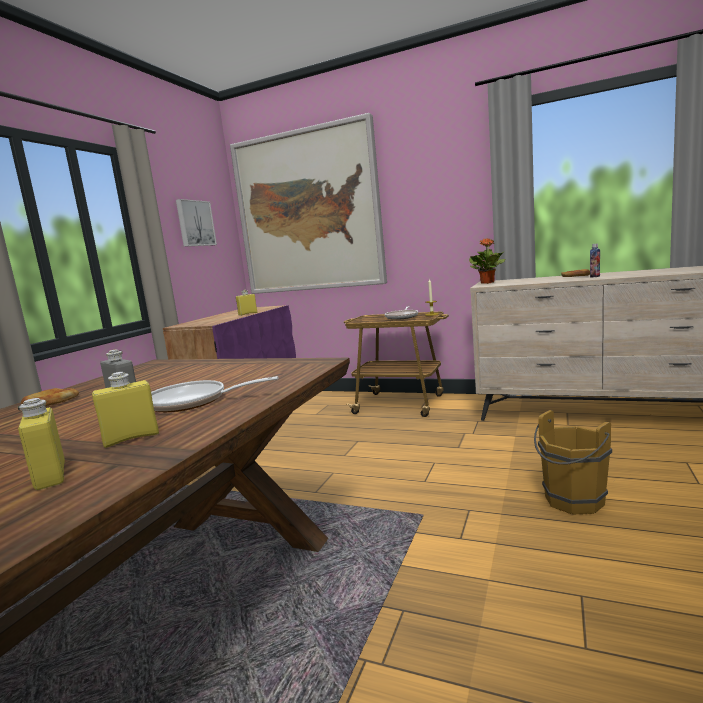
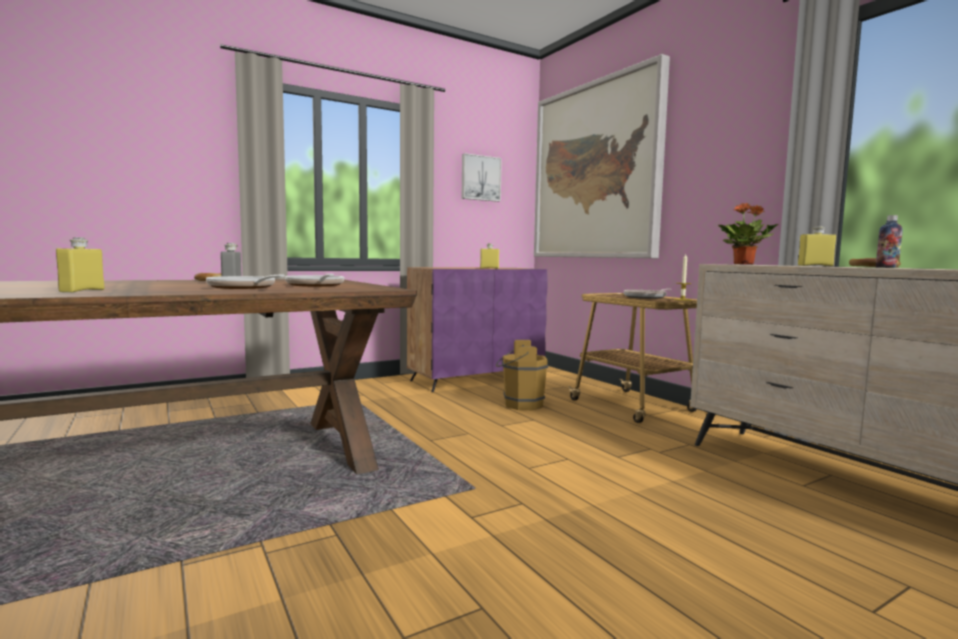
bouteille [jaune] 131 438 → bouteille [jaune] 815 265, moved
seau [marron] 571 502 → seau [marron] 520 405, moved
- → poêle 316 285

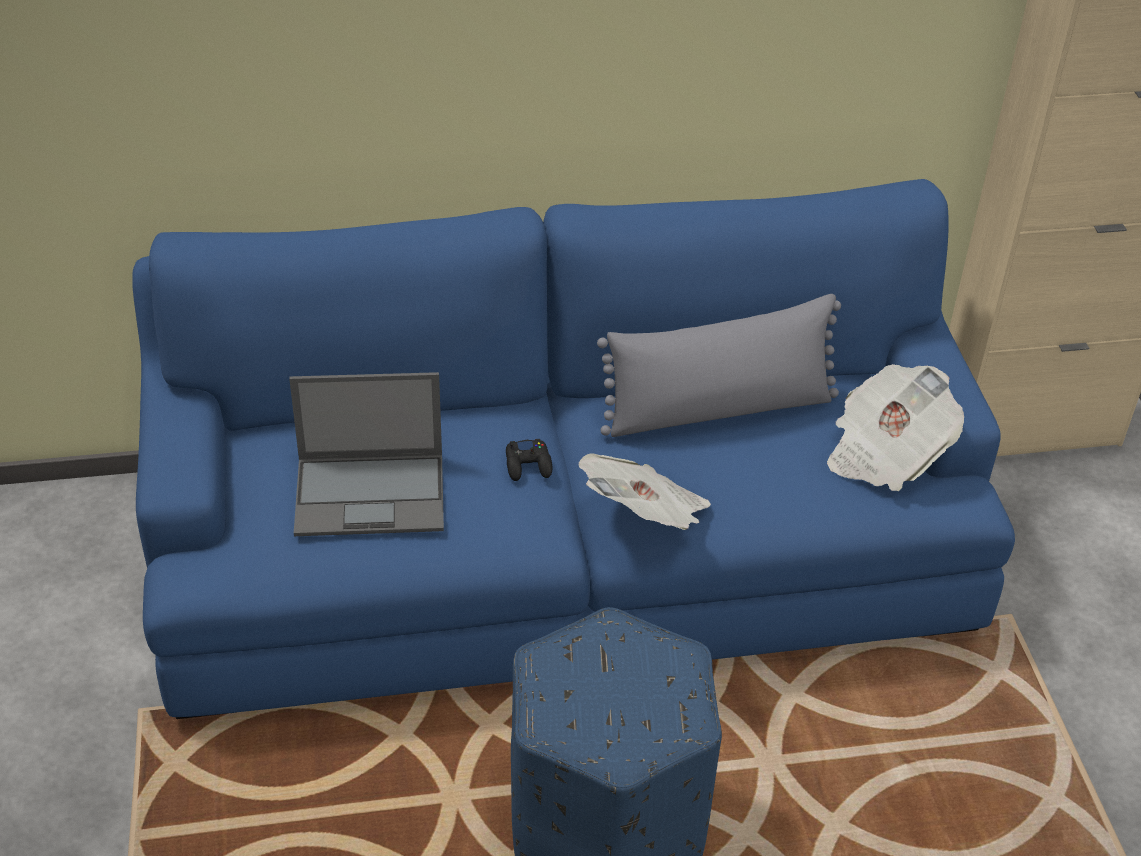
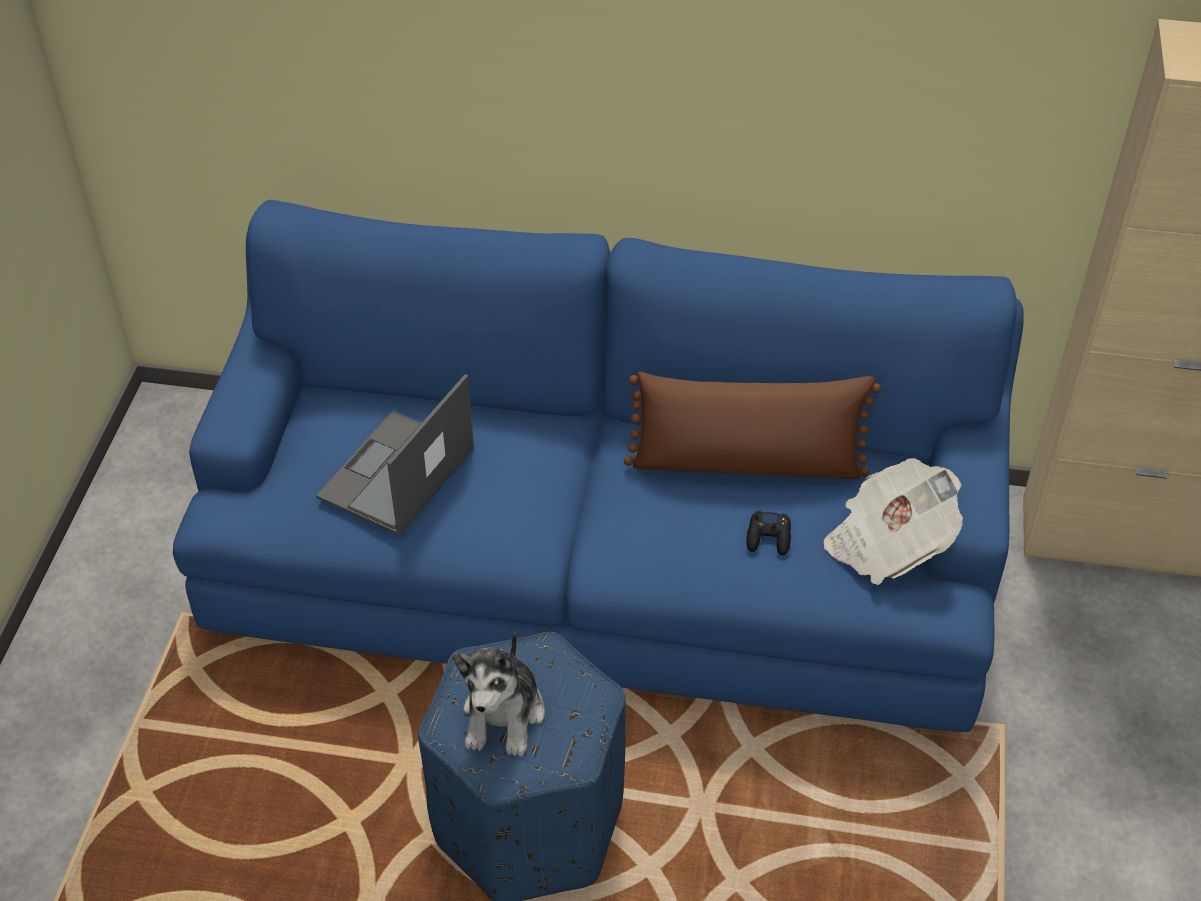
ordinateur portable 372 494 → ordinateur portable 396 475, 105 degrees clockwise
manette [noir] 528 465 → manette [noir] 769 537, moved
journal 645 516 → -
coussin [gris] 719 410 → coussin [marron] 747 463
- → peluche 504 715

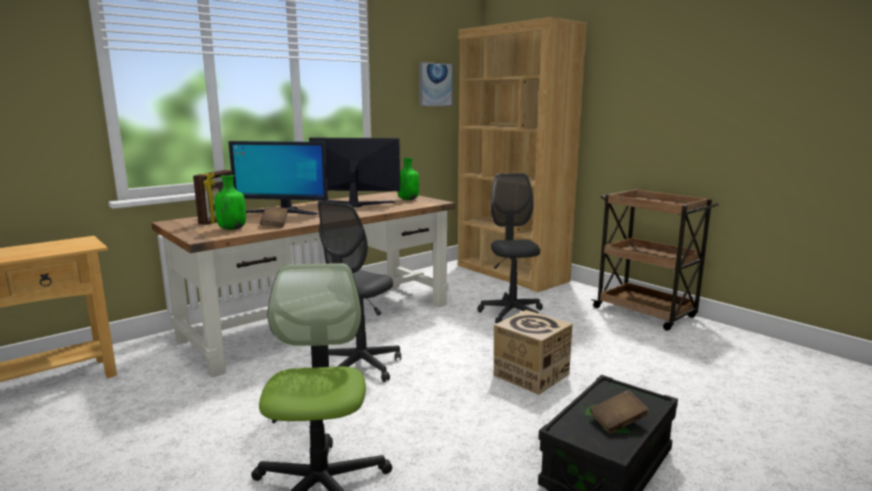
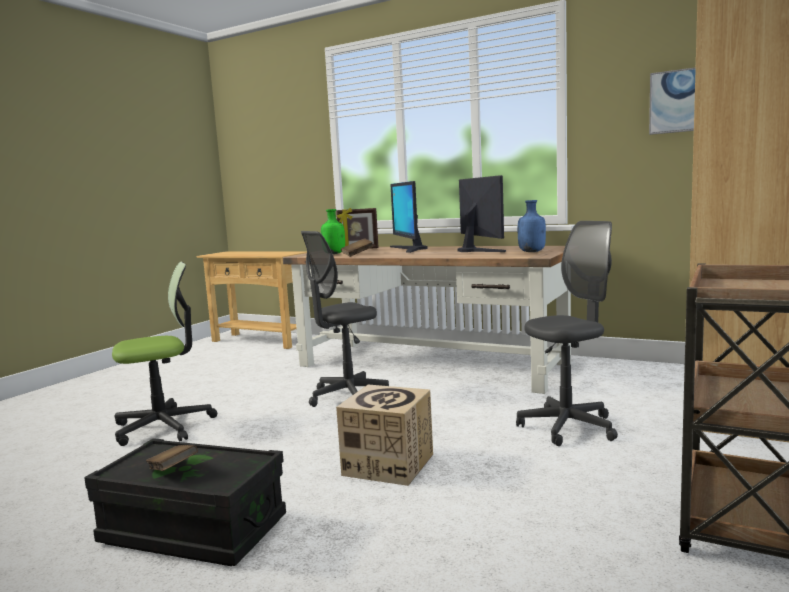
chaise de bureau [gris] 361 367 → chaise de bureau [gris] 348 396, 45 degrees counterclockwise
bouteille [vert] 408 199 → bouteille [bleu] 532 252

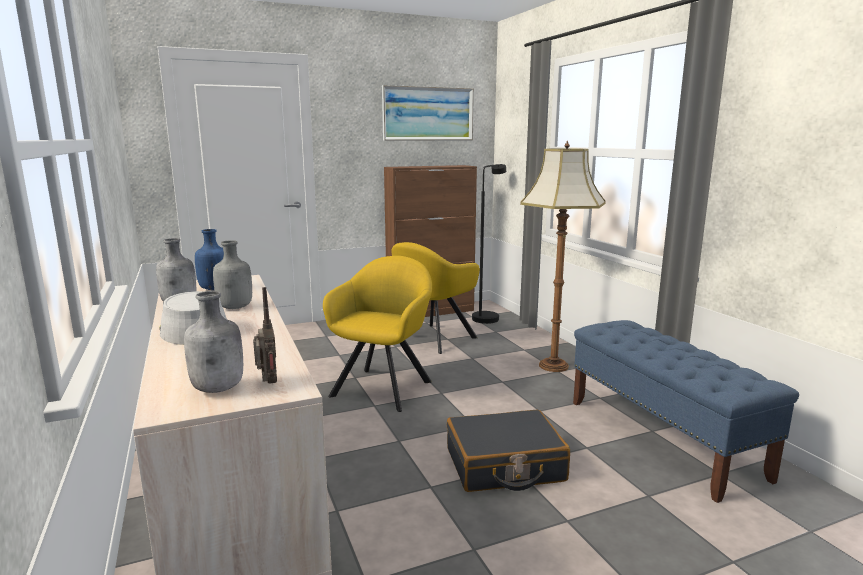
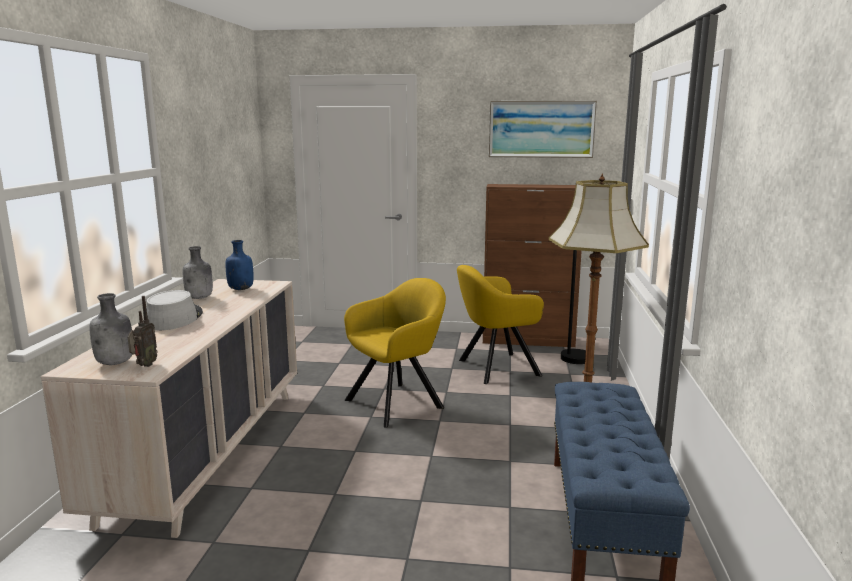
bouteille [gris] 236 307 → -
valise [noir] 504 465 → -

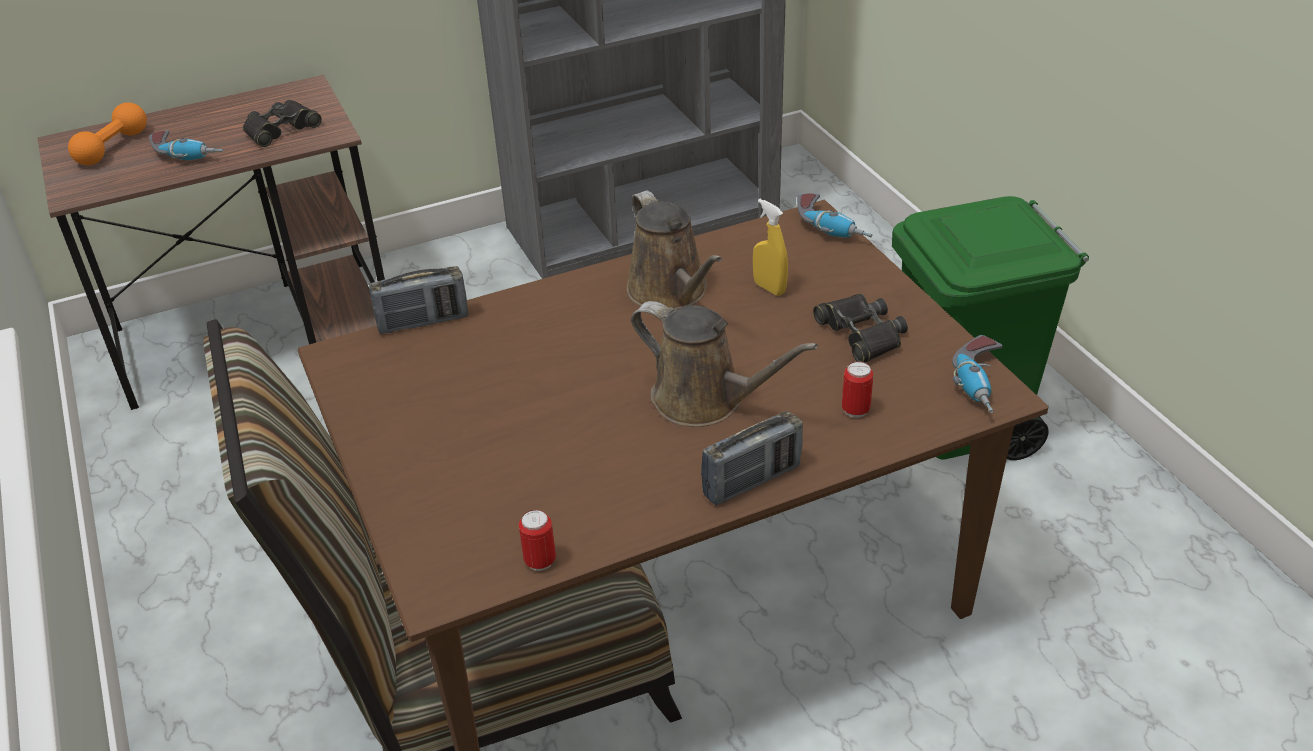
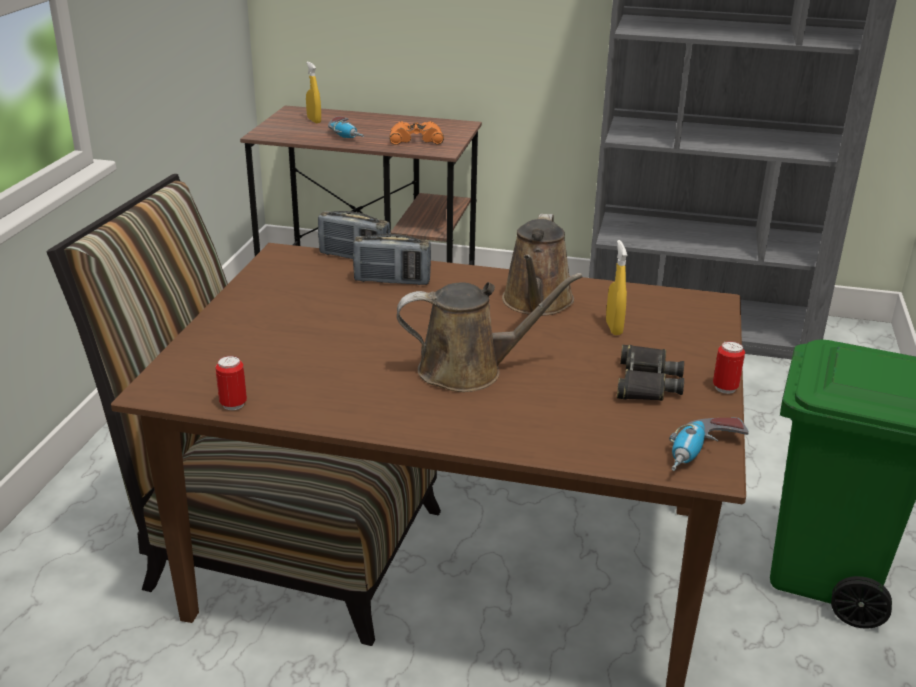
haltère [orange] 113 148 → vaporisateur [jaune] 314 120
jumelles [noir] 281 129 → jumelles [orange] 416 139
arrosoir [marron] 705 400 → arrosoir [marron] 469 370, 75 degrees counterclockwise
radio 752 481 → radio 392 281, moved
perceuse 832 227 → -
boîte métallique 855 410 → boîte métallique 725 388, moved

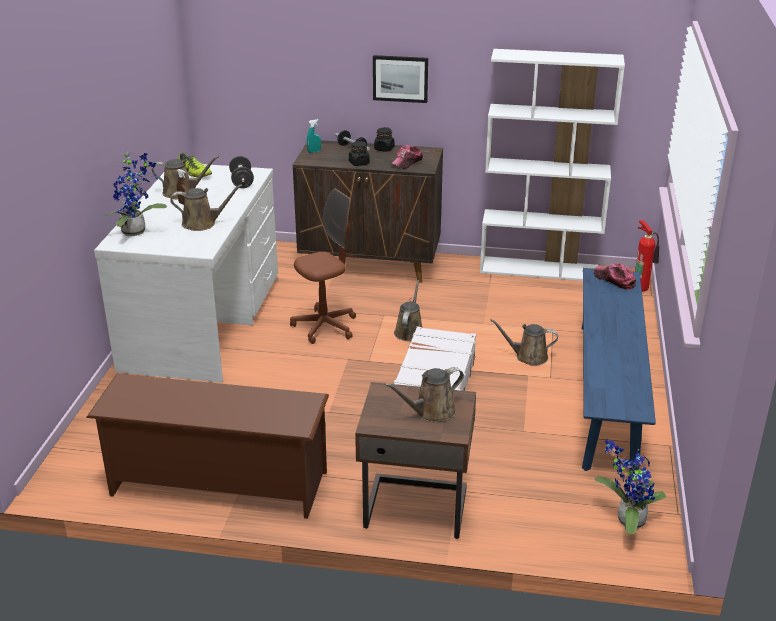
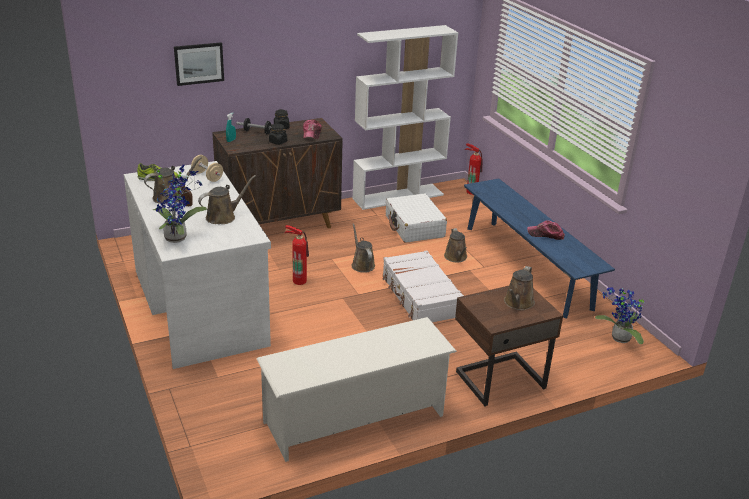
étagère à chaussures [marron] 217 484 → étagère à chaussures [blanc] 355 419
haltère [noir] 242 182 → haltère [beige] 207 176
chaise de bureau [marron] 325 327 → extincteur 299 280
tableau 400 78 → tableau 199 63, moved
arrosoir [marron] 528 357 → arrosoir [marron] 456 257, 75 degrees counterclockwise
casquette 614 280 → casquette 545 234, moved
- → valise [blanc] 414 226

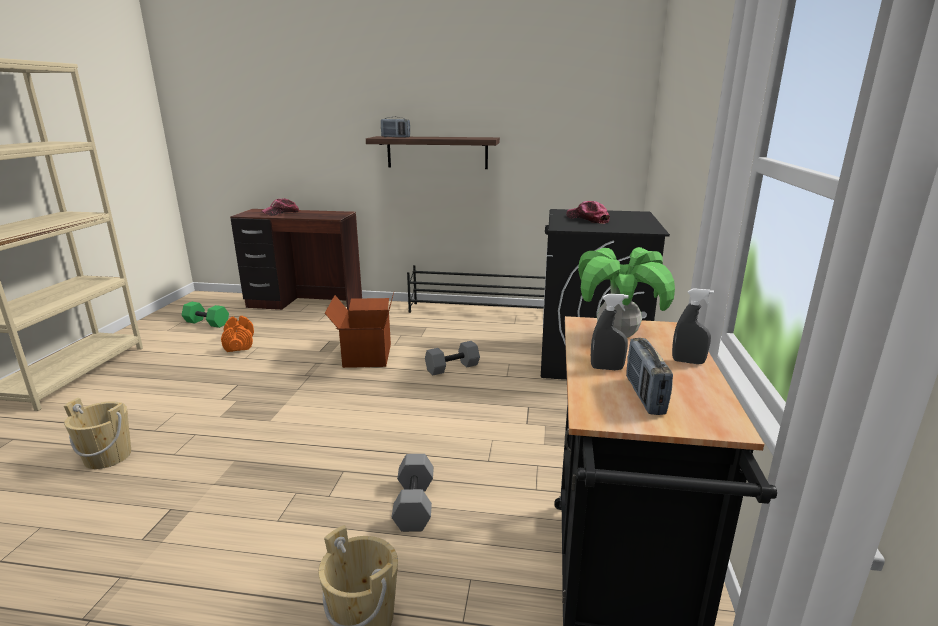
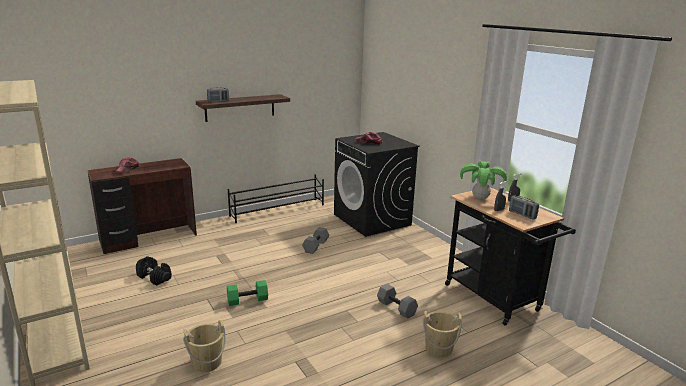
haltère [vert] 207 323 → haltère [vert] 248 300, moved
haltère [orange] 239 344 → haltère [noir] 154 277
carton 366 355 → -

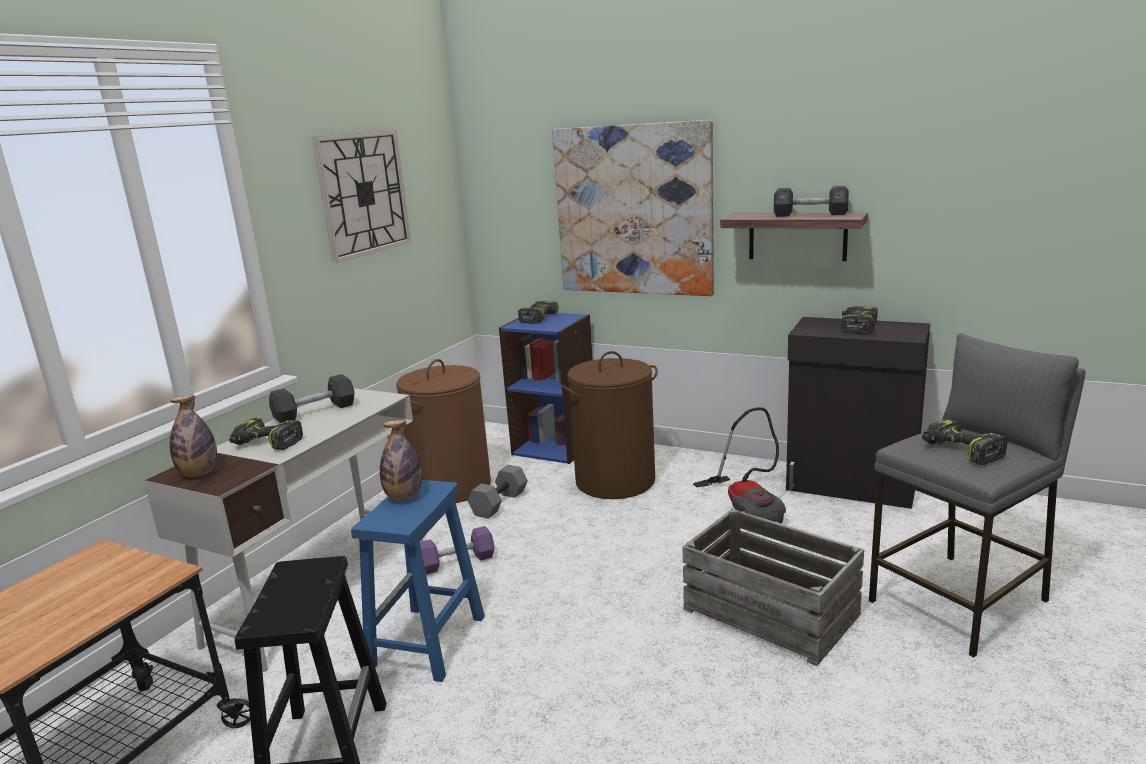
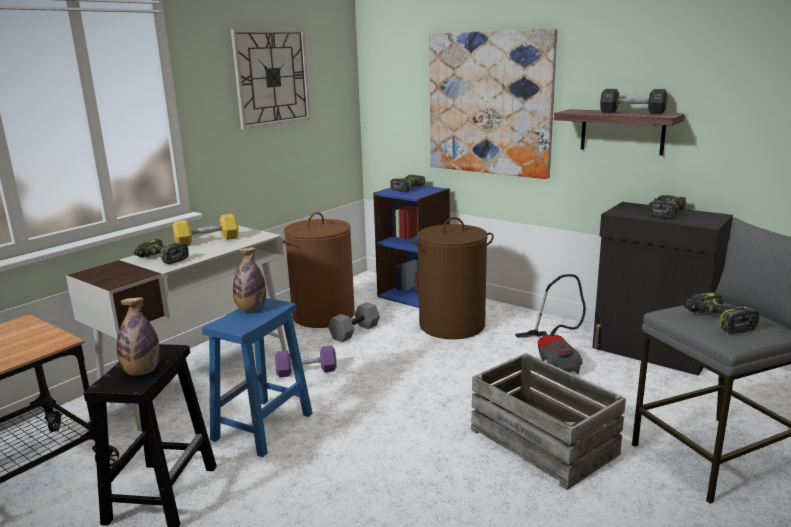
bouteille 199 474 → bouteille 142 372, moved
haltère [noir] 315 412 → haltère [jaune] 207 240

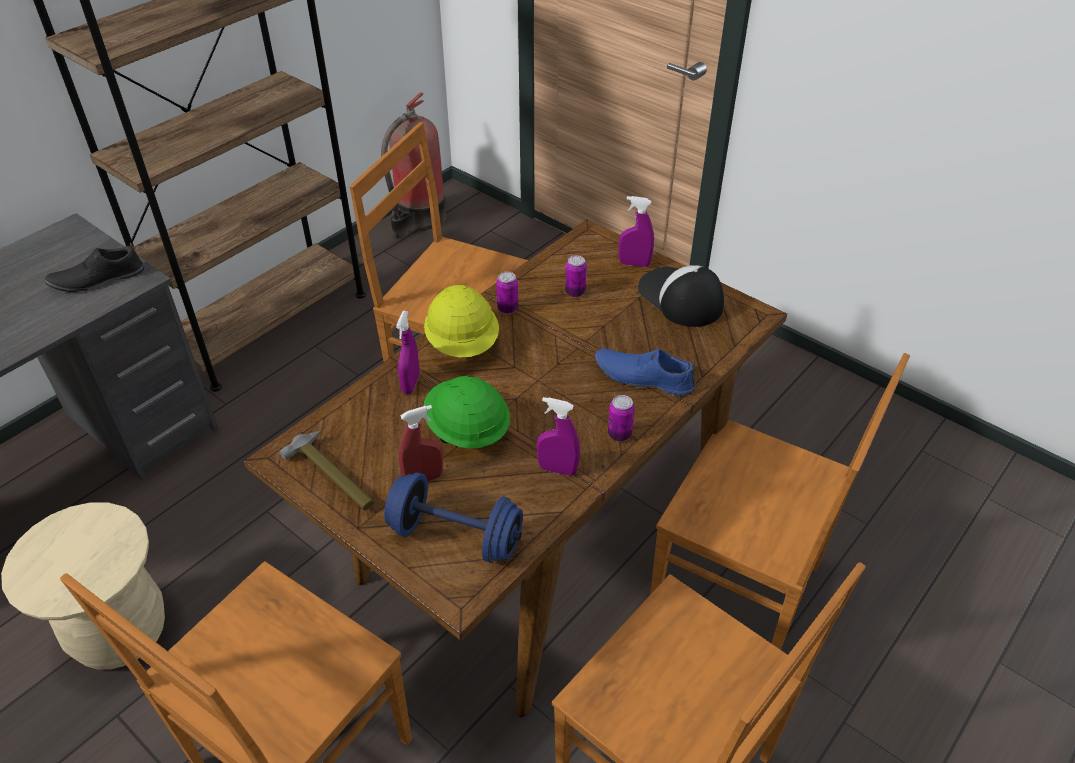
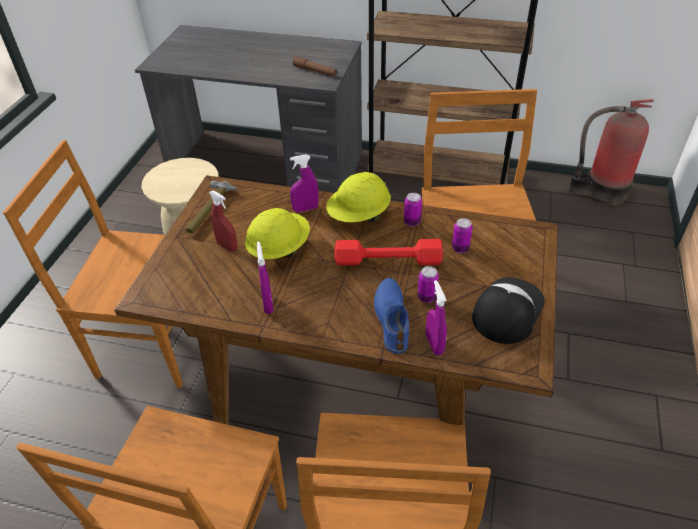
chaussure [noir] 97 279 → lampe de poche [marron] 315 71
haltère [bleu] 455 536 → -
casque de chantier [vert] 467 430 → casque de chantier [jaune] 279 249
boîte métallique 619 434 → boîte métallique 426 297, moved
vaporisateur [violet] 634 264 → vaporisateur [violet] 434 344, moved
- → haltère [rouge] 388 261

